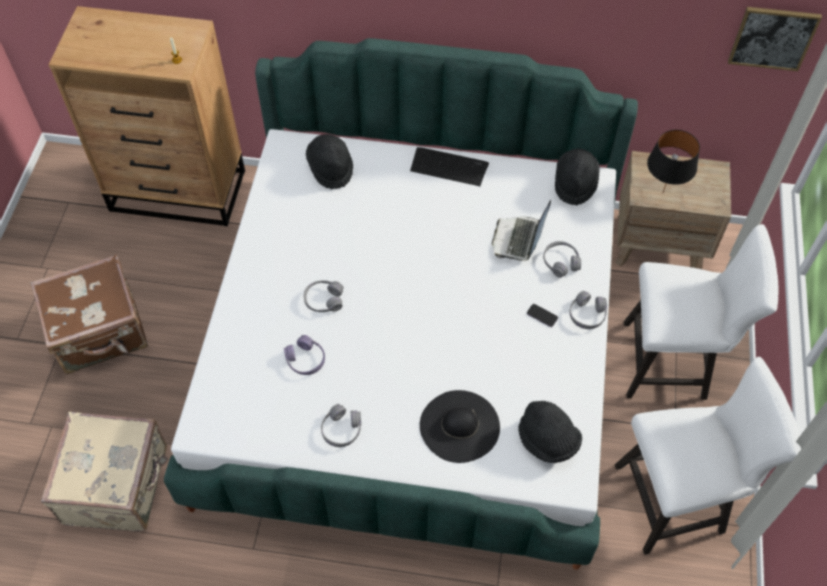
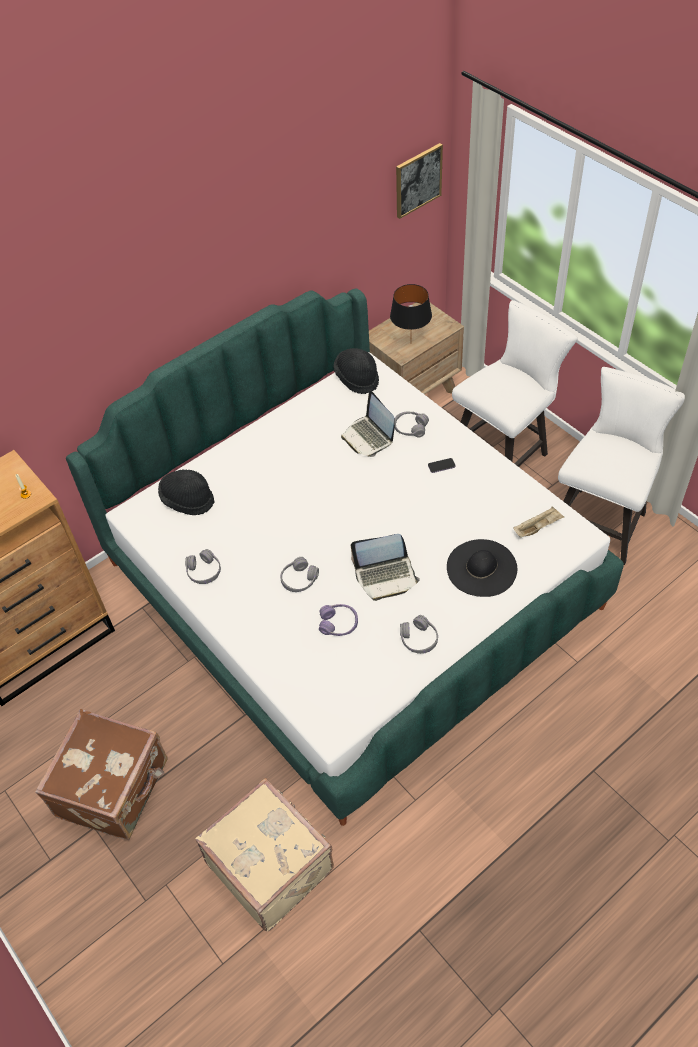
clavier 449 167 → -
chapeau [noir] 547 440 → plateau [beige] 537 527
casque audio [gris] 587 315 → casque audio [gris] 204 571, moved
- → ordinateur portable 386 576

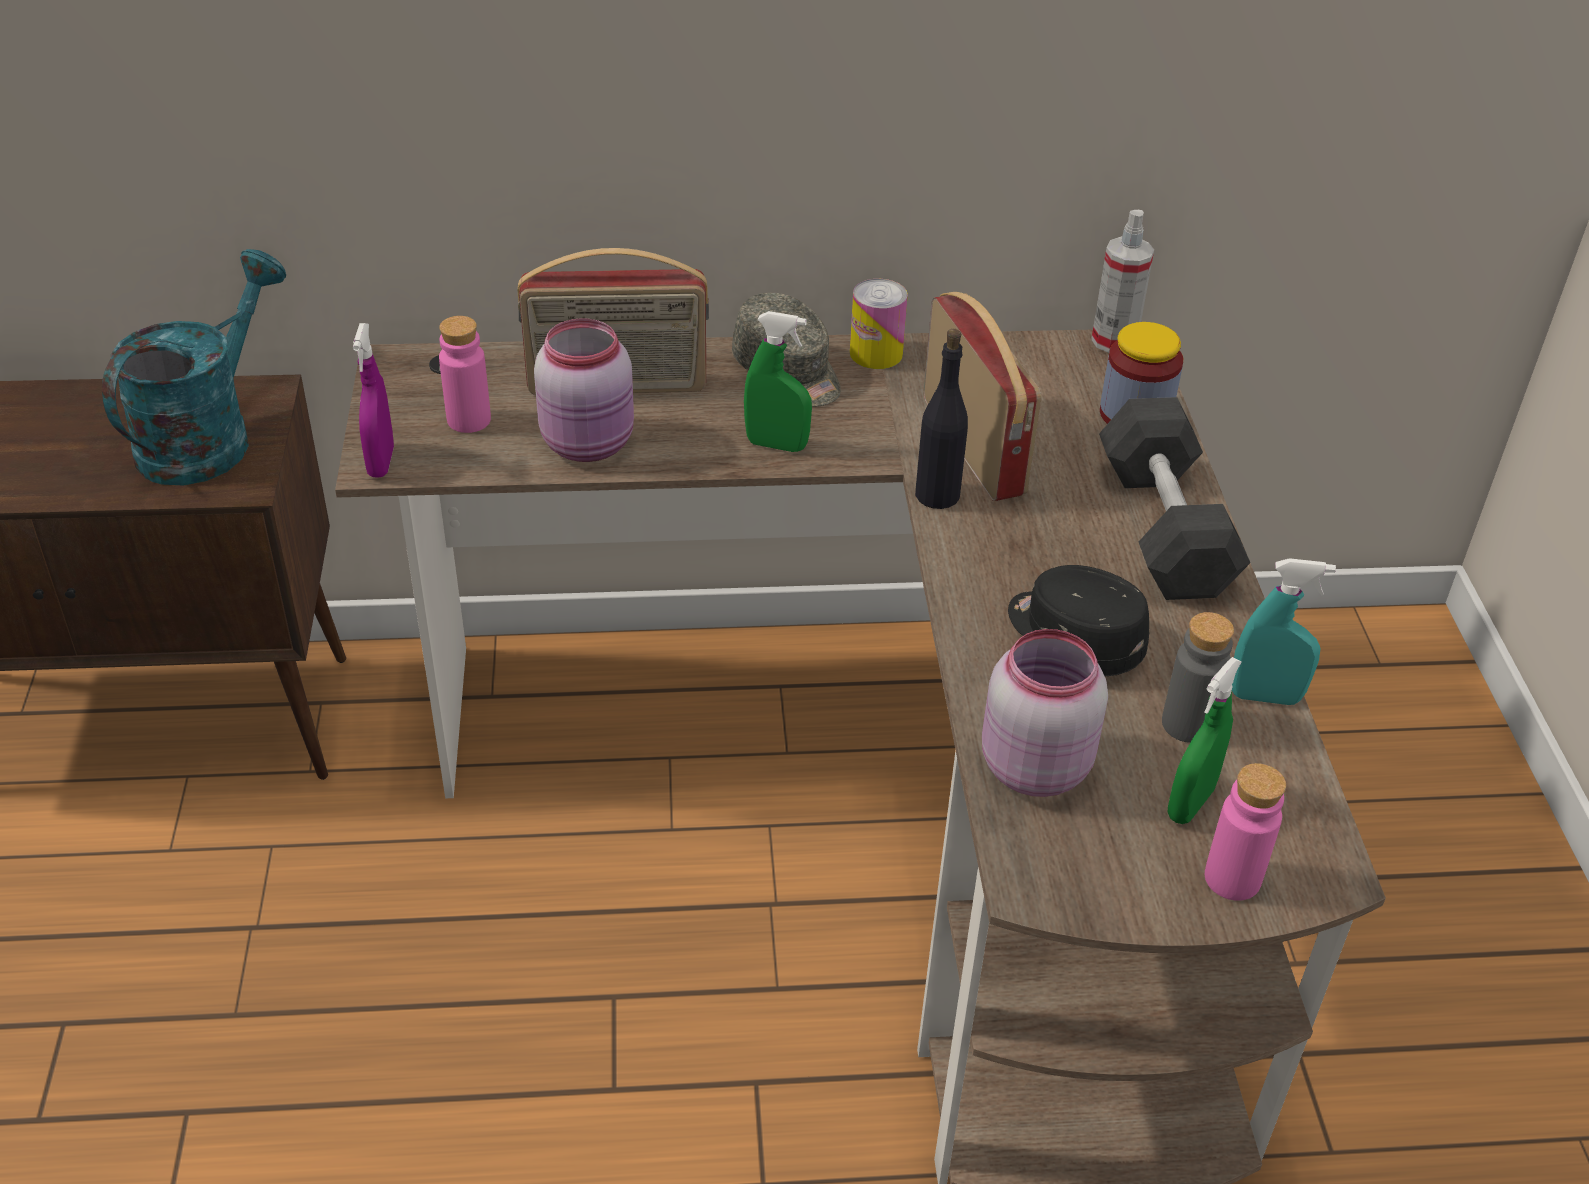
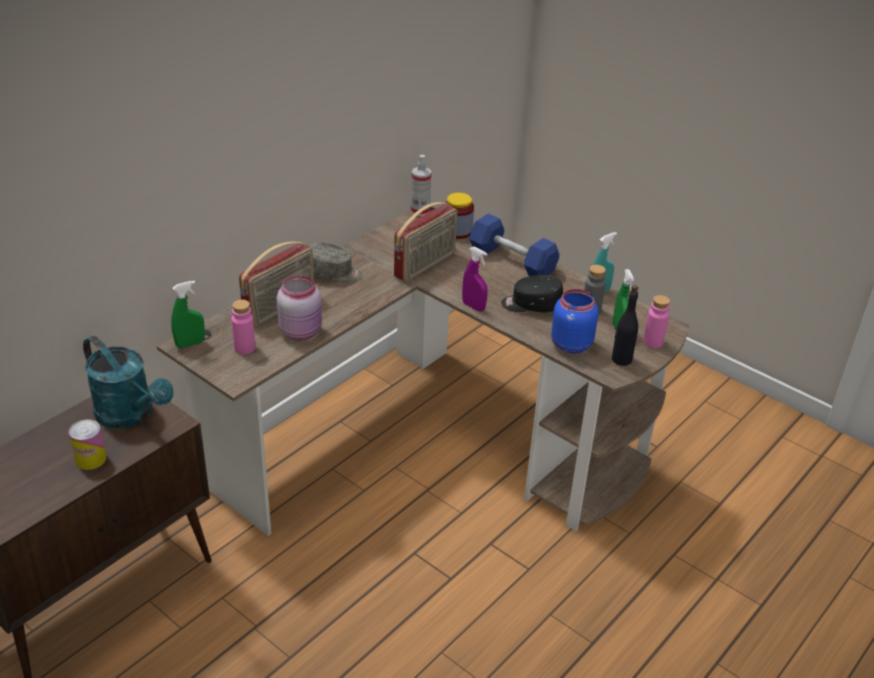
arrosoir [turquoise] 207 436 → arrosoir [turquoise] 131 415, 150 degrees clockwise
vaporisateur [violet] 381 462 → vaporisateur [violet] 473 306, moved
vaporisateur [vert] 776 445 → vaporisateur [vert] 190 344, moved
boîte métallique 876 353 → boîte métallique 90 459, moved
bouteille [noir] 936 495 → bouteille [noir] 621 359, moved
radio 975 446 → radio 425 265, 105 degrees clockwise
bocal [rose] 1032 765 → bocal [bleu] 569 345
haltère [gris] 1164 529 → haltère [bleu] 512 261

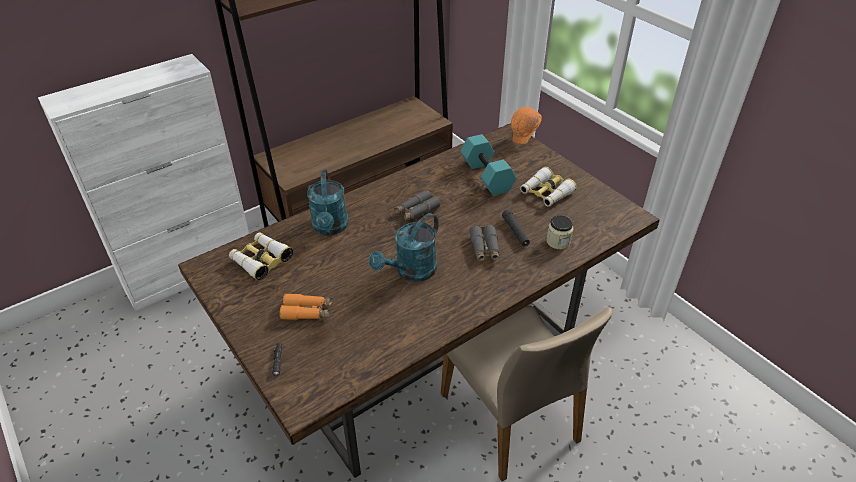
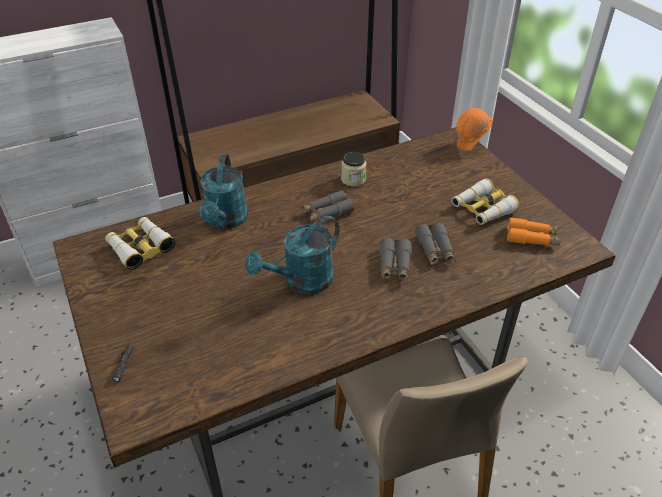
jumelles [orange] 308 311 → jumelles [orange] 532 238, moved
haltère [turquoise] 485 176 → -
lampe de poche [noir] 515 232 → jumelles [gris] 435 250
bocal 558 241 → bocal 353 179, moved

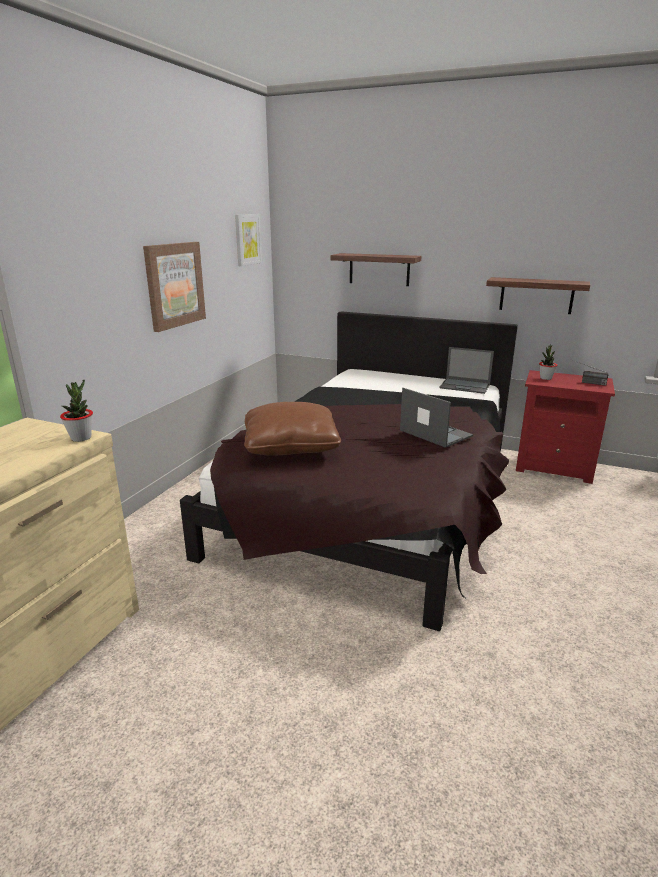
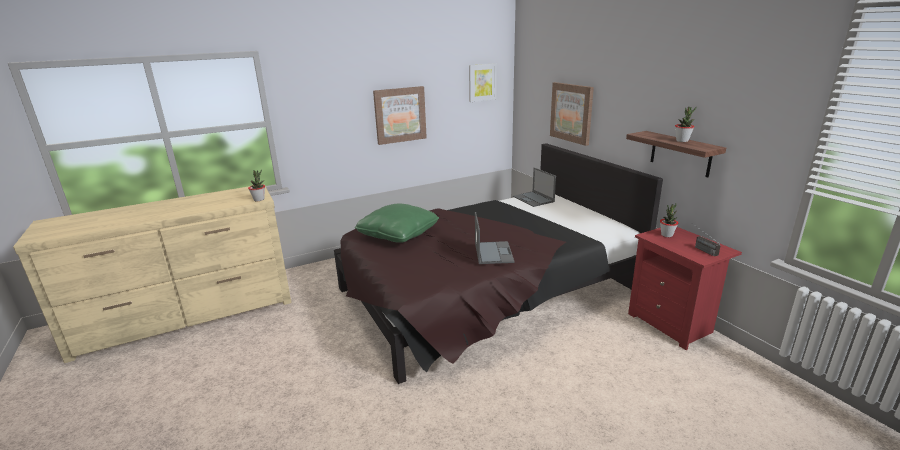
coussin [marron] 291 446 → coussin [vert] 398 234
étagère 379 269 → tableau 571 112
ordinateur portable 465 386 → ordinateur portable 533 199, moved
- → plante en pot 682 141

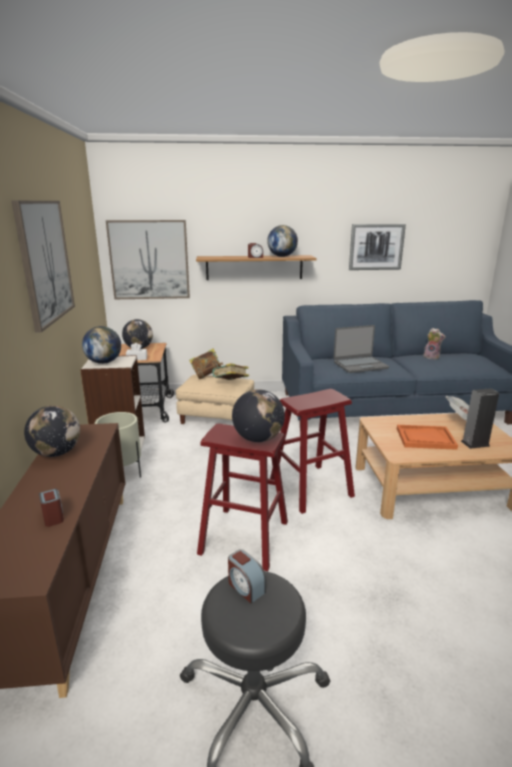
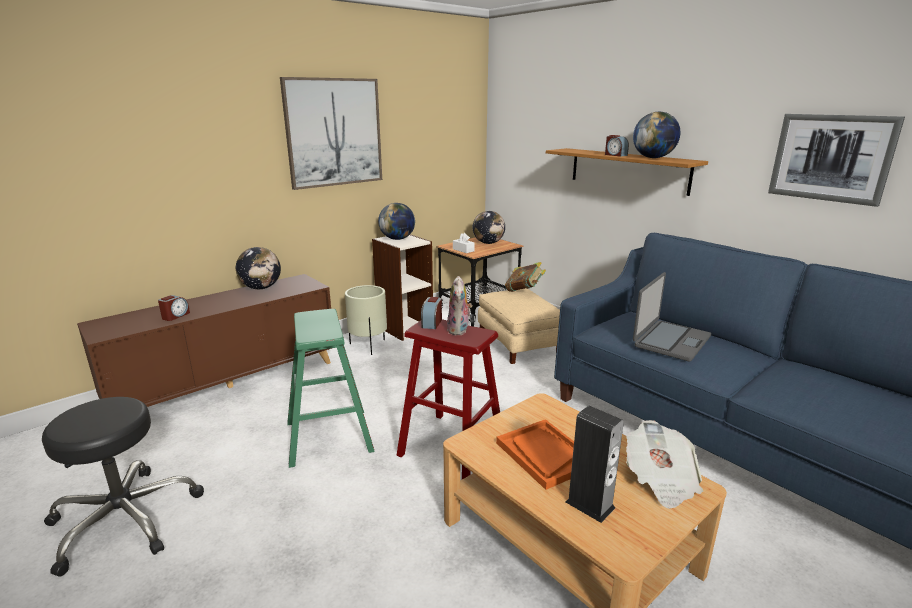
tableau 149 260 → -
tabouret [rouge] 244 537 → tabouret [vert] 329 436
livre 230 384 → -
réveil 245 587 → réveil 432 323, moved
globe 258 438 → -
ordinateur portable 360 365 → ordinateur portable 670 341, 90 degrees counterclockwise
peluche 432 357 → peluche 459 330, moved

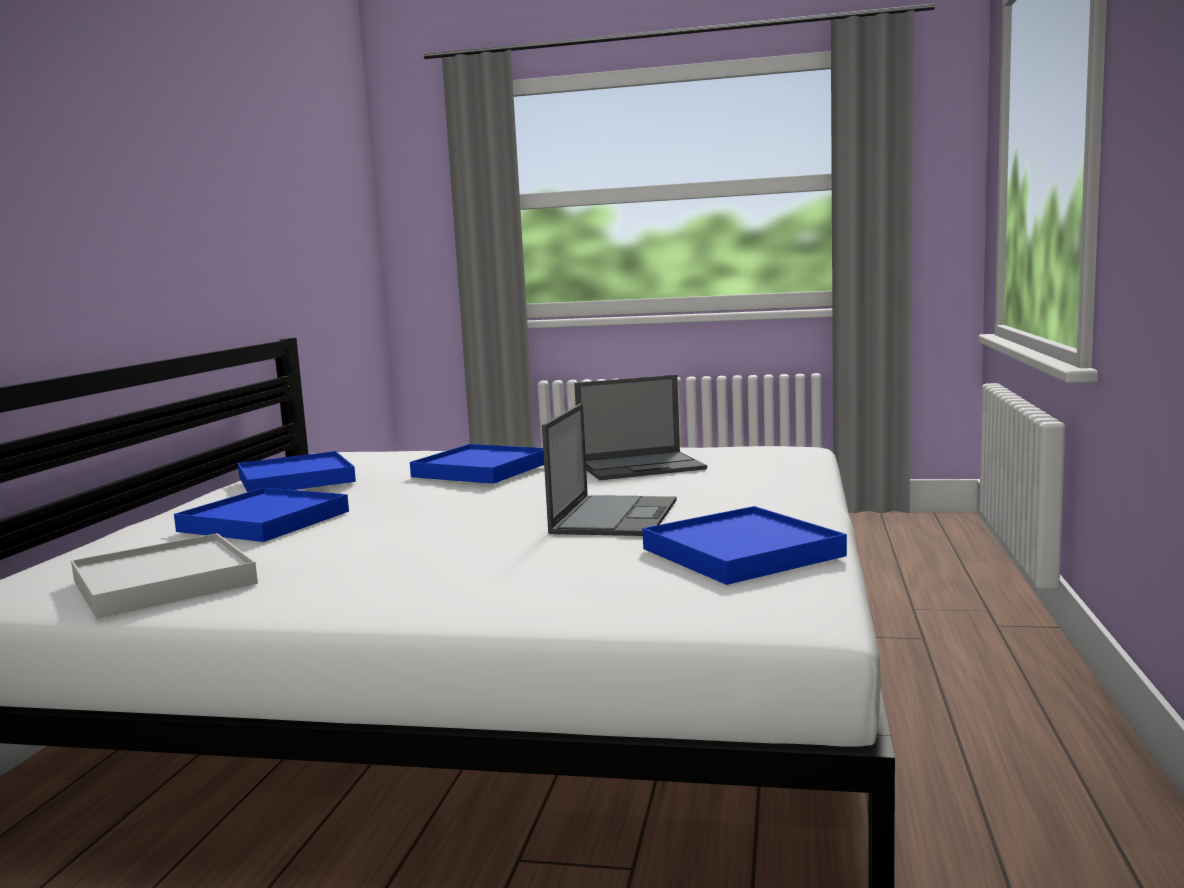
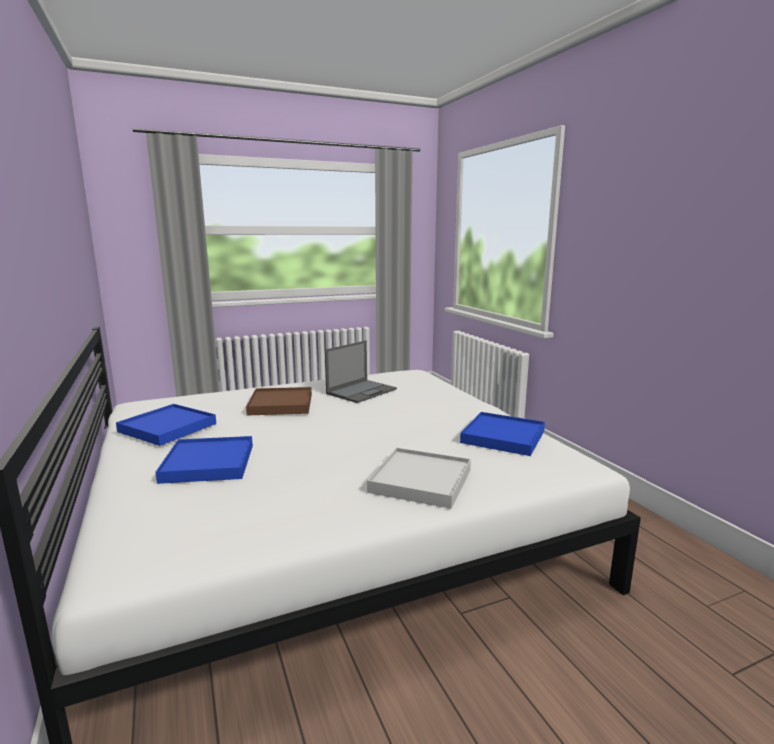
plateau [blanc] 163 583 → plateau [blanc] 421 481, moved
plateau [bleu] 480 470 → plateau [marron] 280 404
ordinateur portable 615 516 → -

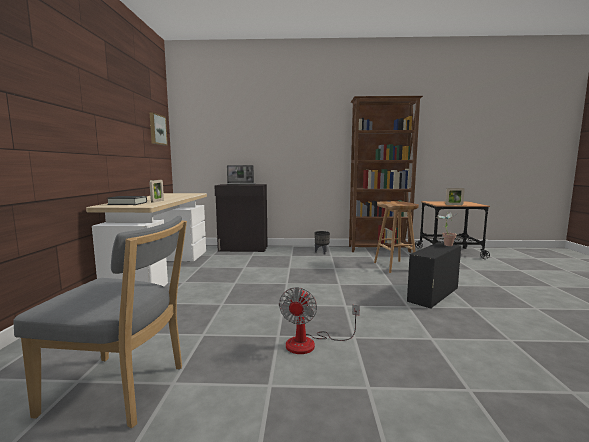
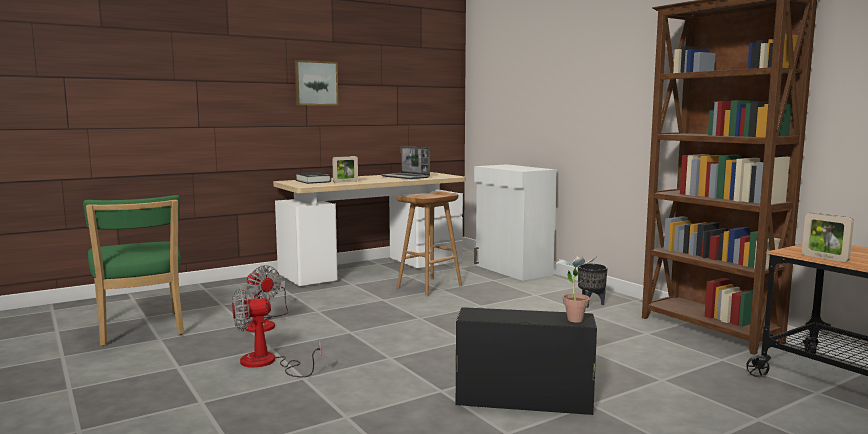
chaise [gris] 122 390 → chaise [vert] 140 330
tableau 157 129 → tableau 315 83, moved
meuble de rangement [noir] 243 248 → meuble de rangement [blanc] 512 270
ordinateur portable 241 184 → ordinateur portable 406 177, moved
tabouret [marron] 395 267 → tabouret [marron] 429 287, moved
- → ventilateur 264 324

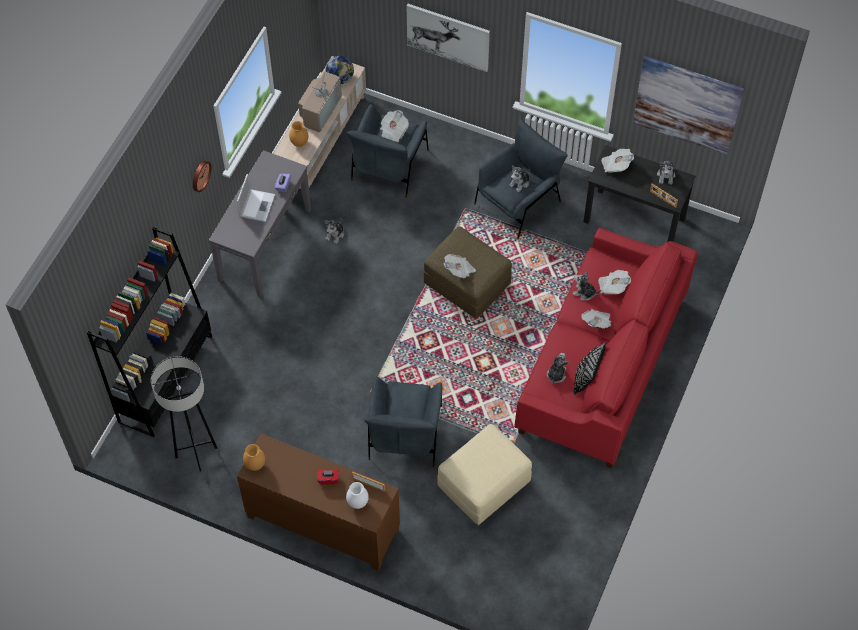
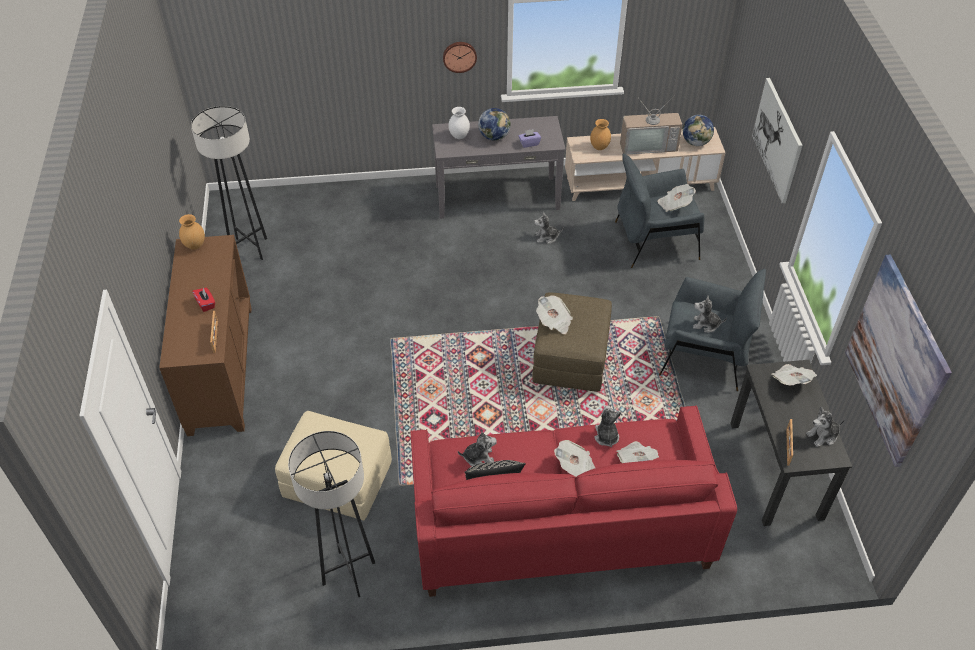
bibliothèque [noir] 166 378 → -
ordinateur portable 257 205 → globe 494 136
vase [blanc] 358 503 → vase [blanc] 459 136, moved
fauteuil [gris] 405 434 → -
- → lampadaire [gris] 348 573

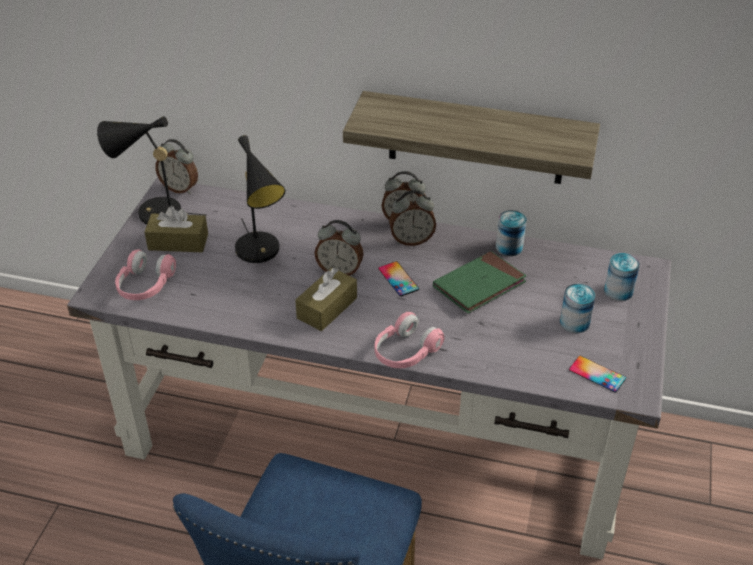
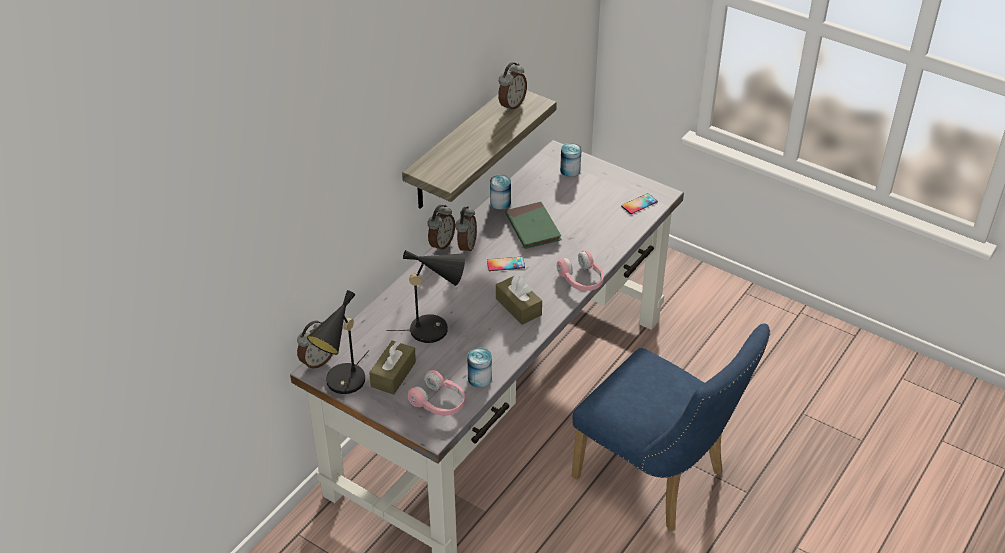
réveil 340 271 → réveil 511 105, moved
boîte métallique 574 322 → boîte métallique 479 378, moved

